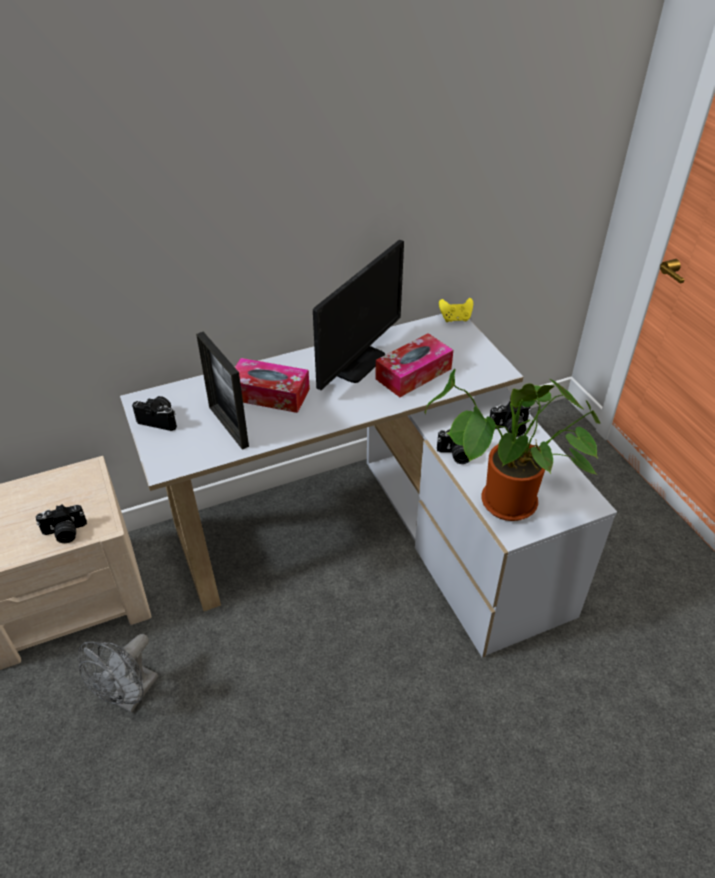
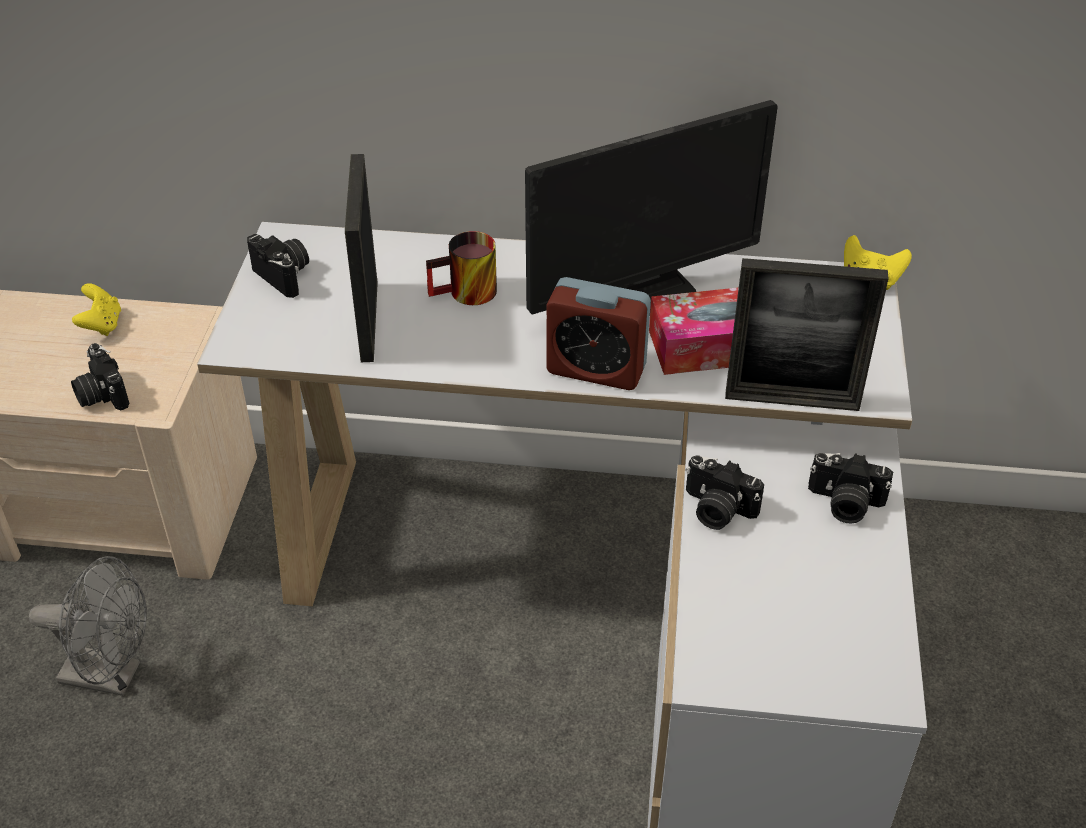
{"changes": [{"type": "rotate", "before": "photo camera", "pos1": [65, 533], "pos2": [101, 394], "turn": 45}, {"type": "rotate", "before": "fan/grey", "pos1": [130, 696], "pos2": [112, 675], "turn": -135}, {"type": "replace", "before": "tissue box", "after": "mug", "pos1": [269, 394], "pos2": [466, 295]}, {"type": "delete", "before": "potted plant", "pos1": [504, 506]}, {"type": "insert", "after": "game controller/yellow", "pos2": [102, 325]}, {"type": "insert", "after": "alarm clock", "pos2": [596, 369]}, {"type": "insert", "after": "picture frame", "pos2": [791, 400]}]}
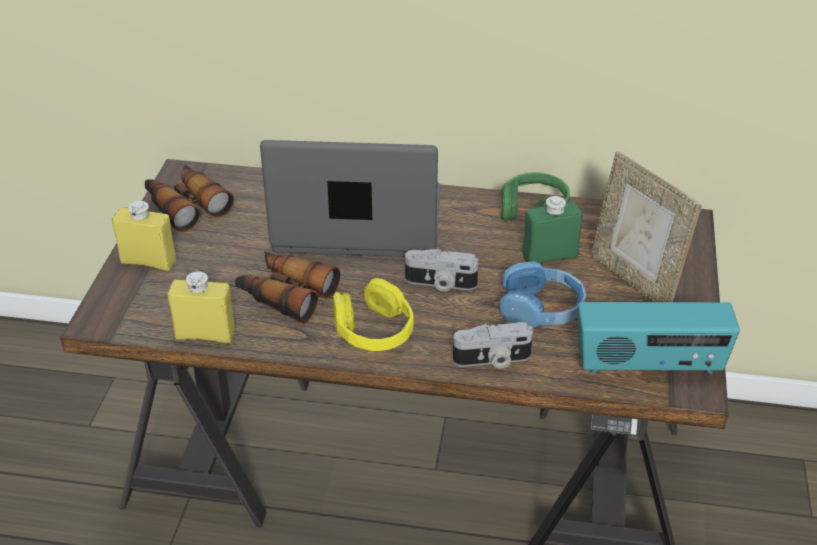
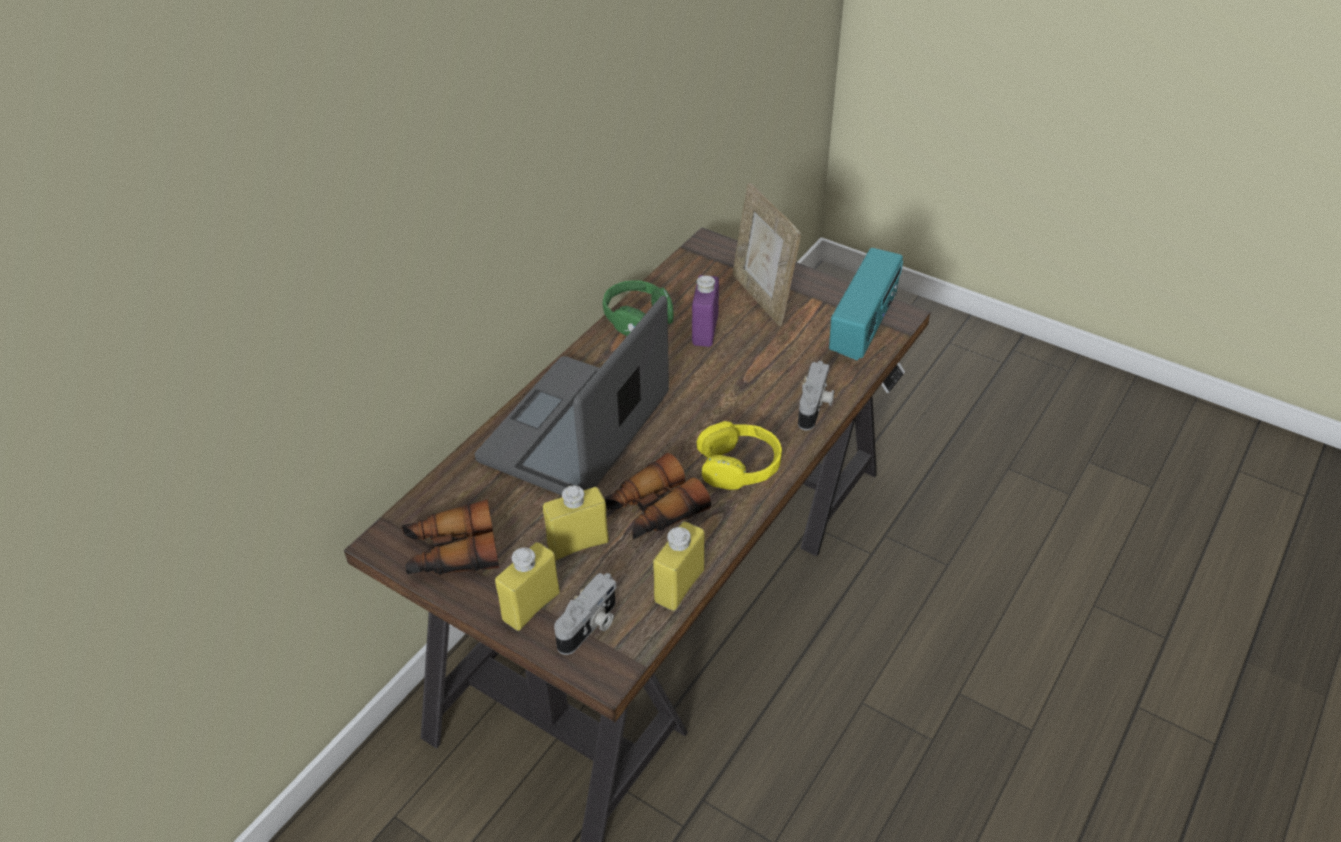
{"changes": [{"type": "move", "before": "photo camera", "pos1": [440, 284], "pos2": [590, 626]}, {"type": "delete", "before": "headphones/blue", "pos1": [541, 309]}, {"type": "recolor", "before": "bottle/green", "after": "bottle/purple", "pos1": [550, 257], "pos2": [705, 331]}, {"type": "rotate", "before": "picture frame", "pos1": [634, 280], "pos2": [762, 297], "turn": 75}, {"type": "insert", "after": "bottle/yellow", "pos2": [578, 544]}]}
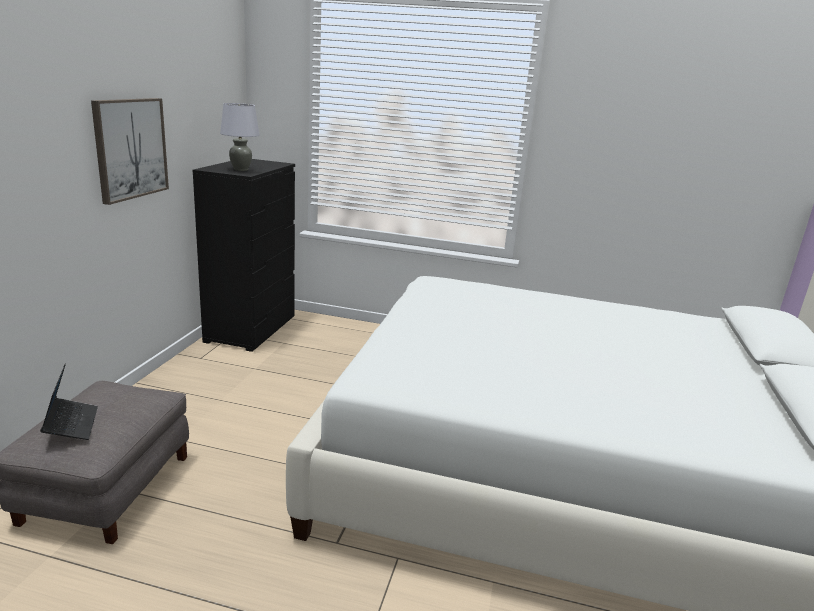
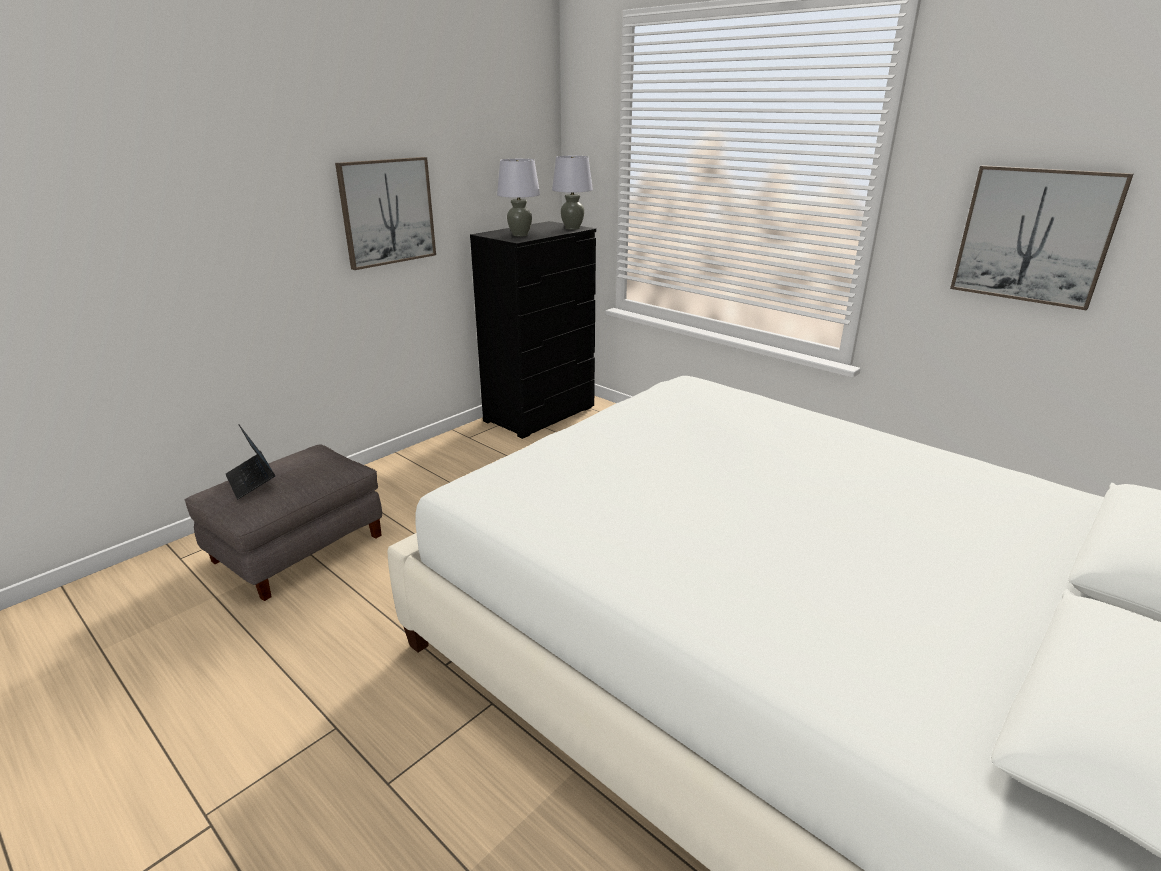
{"changes": [{"type": "rotate", "before": "laptop", "pos1": [71, 424], "pos2": [251, 481], "turn": 135}, {"type": "insert", "after": "table lamp/grey", "pos2": [572, 228]}, {"type": "insert", "after": "picture", "pos2": [1034, 235]}]}
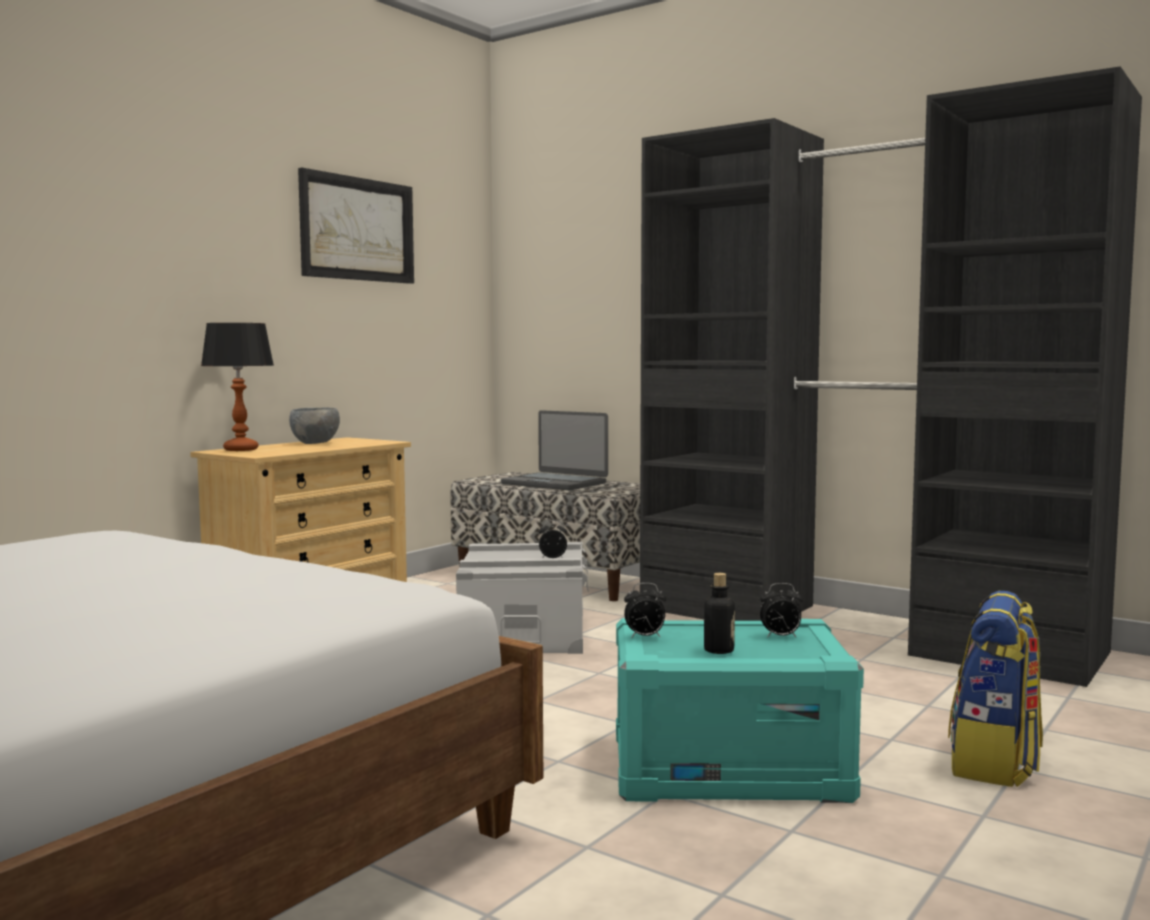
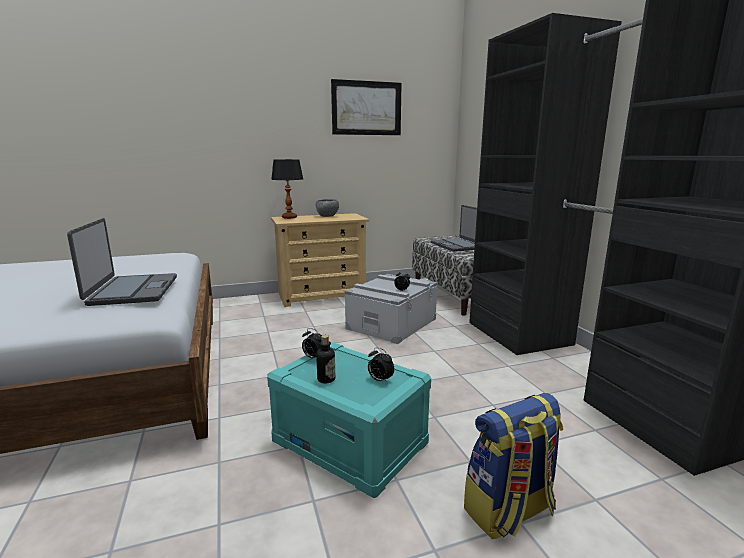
{"changes": [{"type": "insert", "after": "laptop", "pos2": [132, 291]}]}
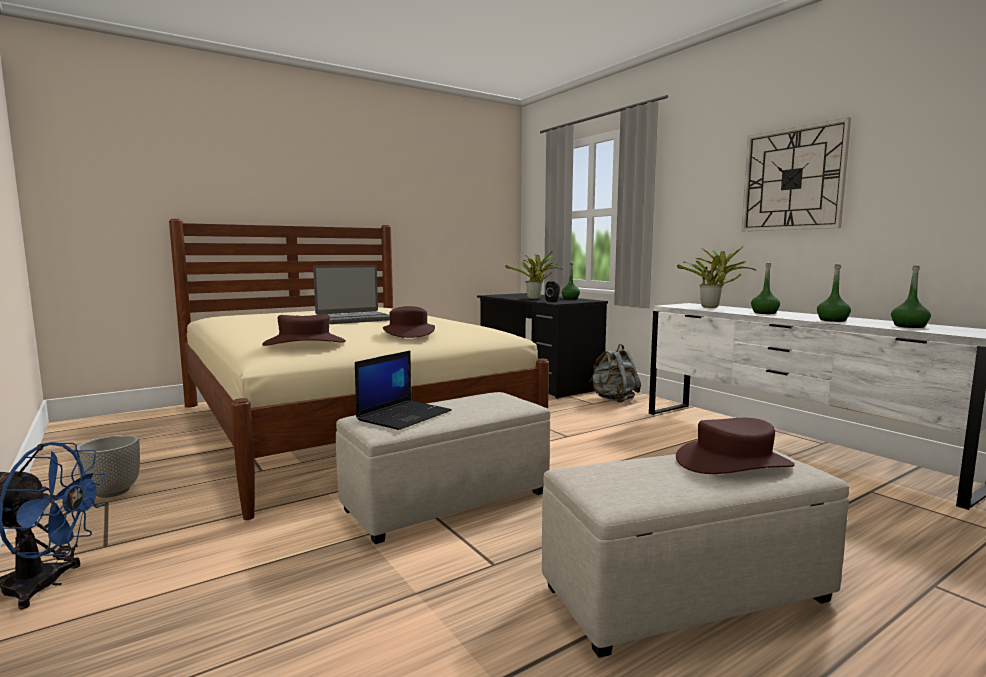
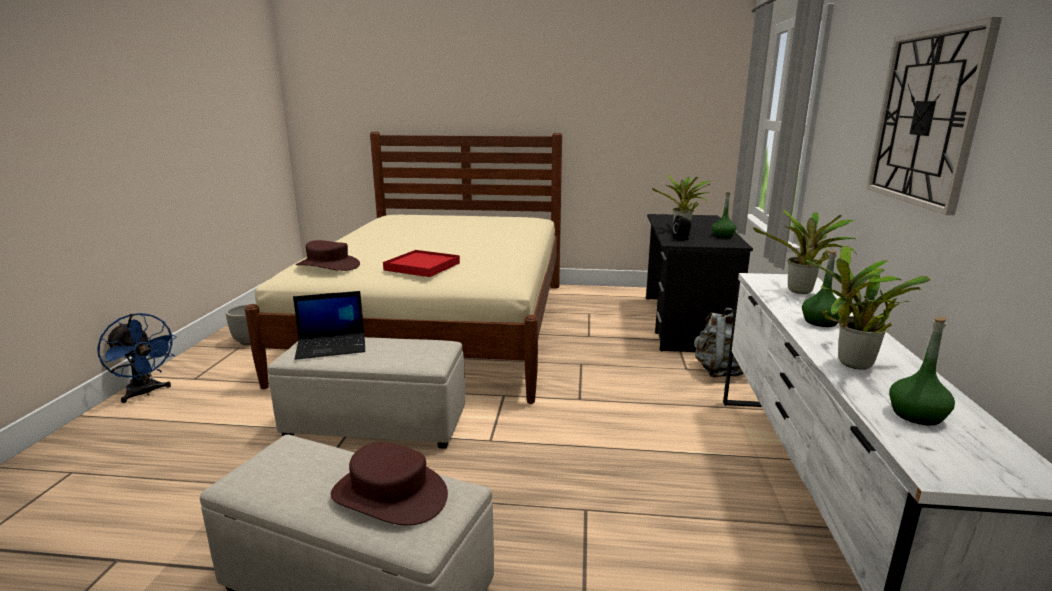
{"changes": [{"type": "delete", "before": "laptop", "pos1": [354, 319]}, {"type": "replace", "before": "hat/brown", "after": "tray/red", "pos1": [408, 333], "pos2": [422, 266]}, {"type": "replace", "before": "bottle/green", "after": "potted plant", "pos1": [832, 320], "pos2": [850, 364]}]}
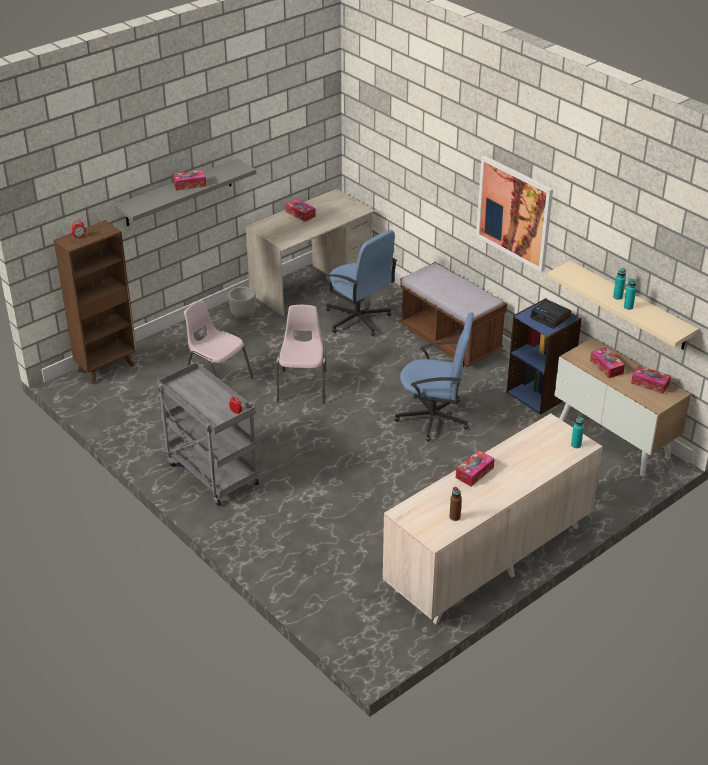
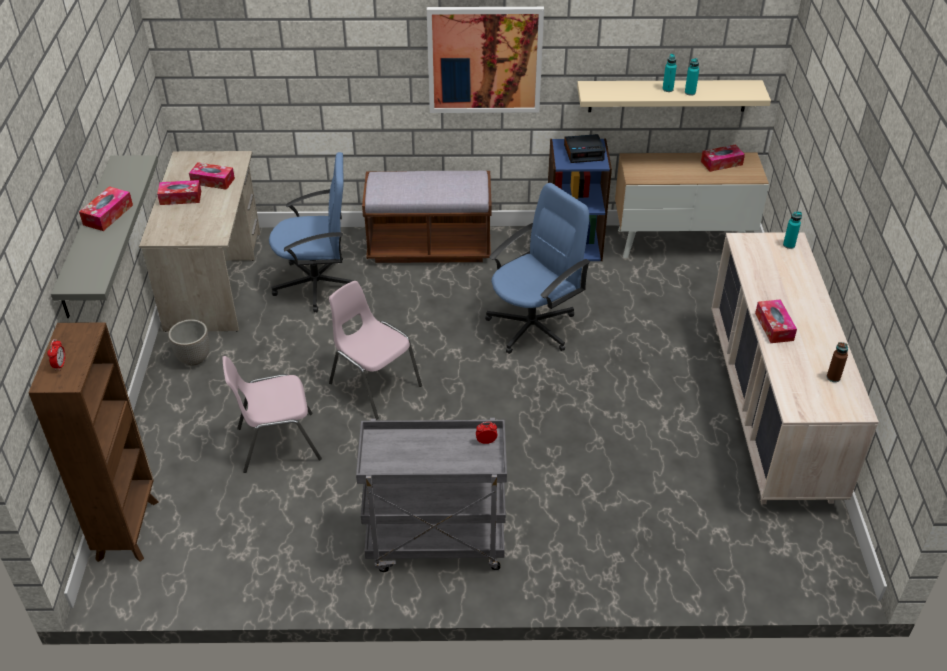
{"changes": [{"type": "move", "before": "tissue box", "pos1": [606, 367], "pos2": [213, 181]}]}
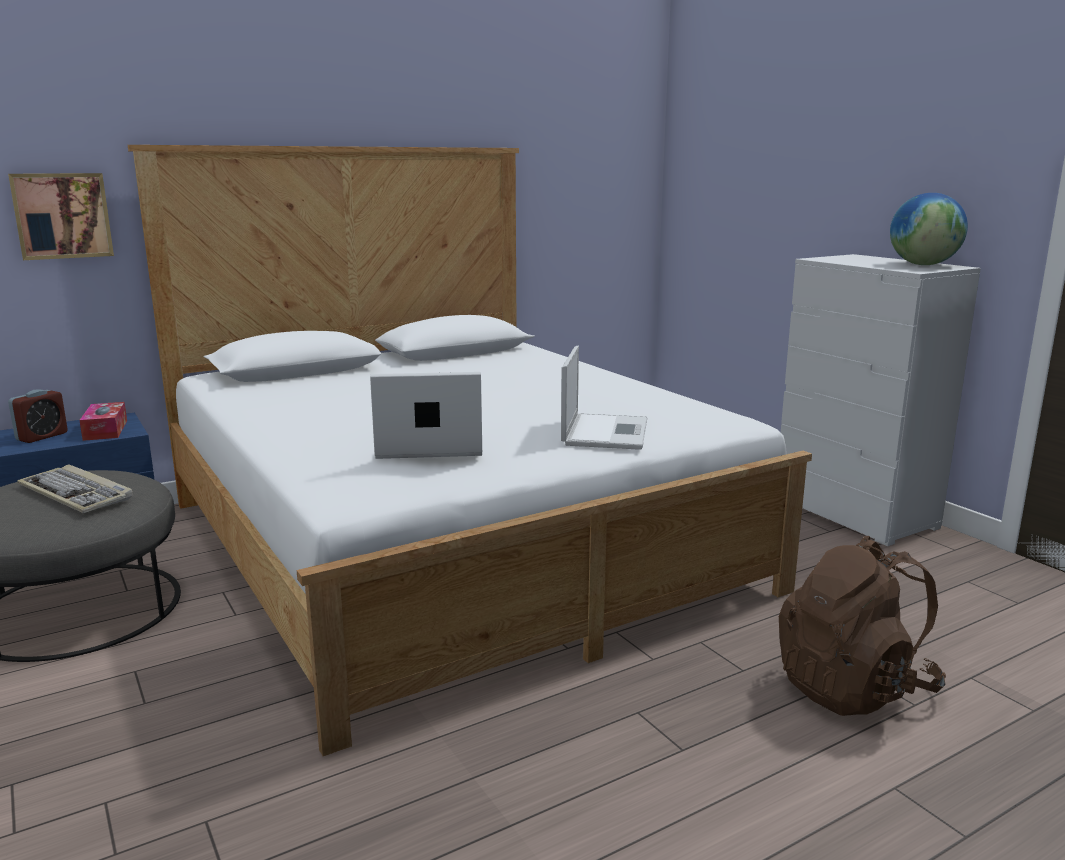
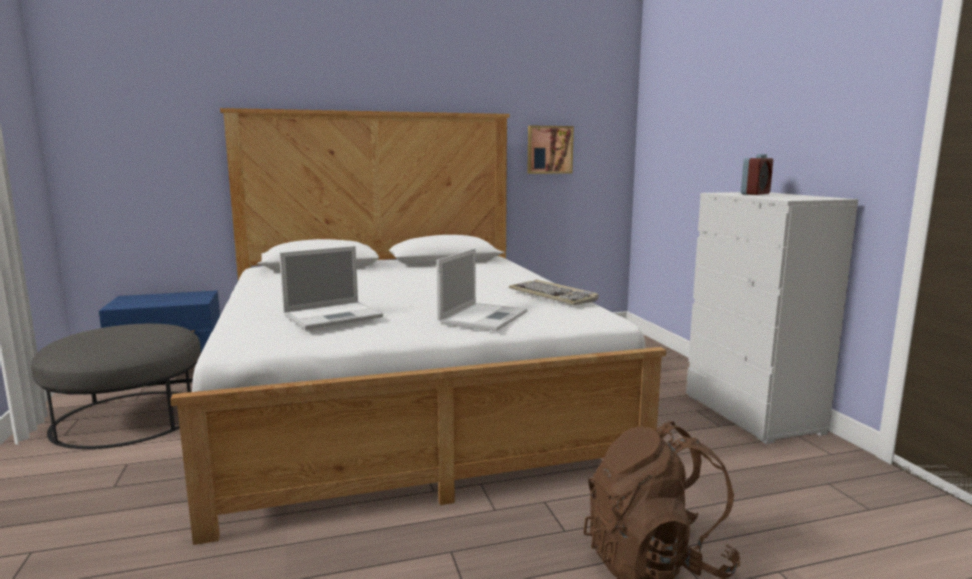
{"changes": [{"type": "move", "before": "picture", "pos1": [62, 215], "pos2": [549, 149]}, {"type": "move", "before": "alarm clock", "pos1": [42, 436], "pos2": [755, 193]}, {"type": "move", "before": "keyboard", "pos1": [77, 493], "pos2": [553, 296]}, {"type": "delete", "before": "tissue box", "pos1": [105, 430]}, {"type": "rotate", "before": "laptop", "pos1": [427, 445], "pos2": [334, 316], "turn": 135}, {"type": "delete", "before": "globe", "pos1": [923, 265]}]}
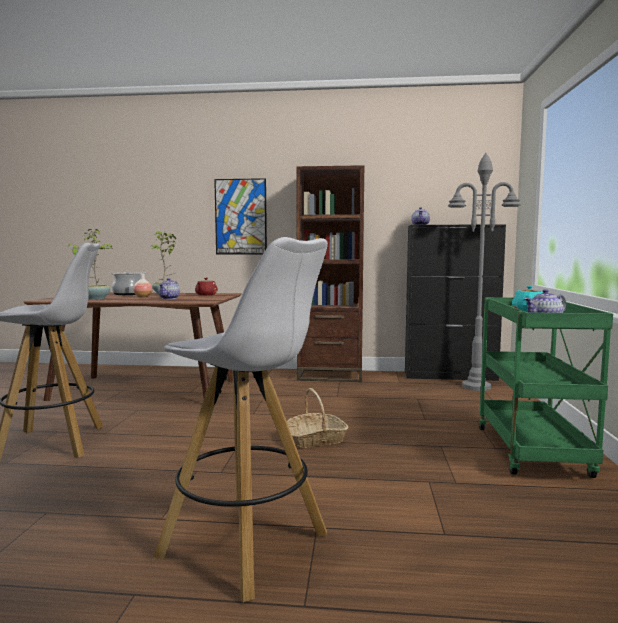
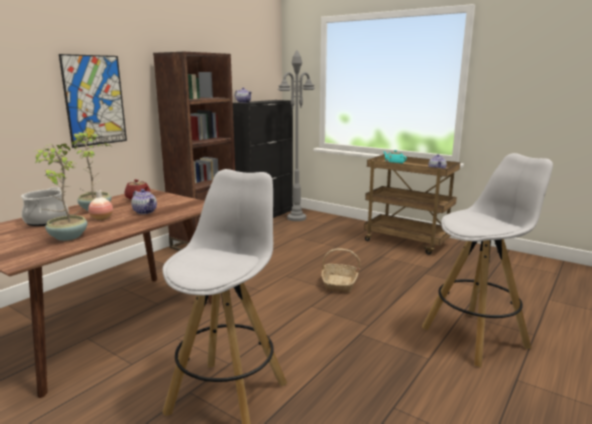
{"changes": [{"type": "recolor", "before": "cart/green", "after": "cart/brown", "pos1": [533, 453], "pos2": [407, 242]}]}
